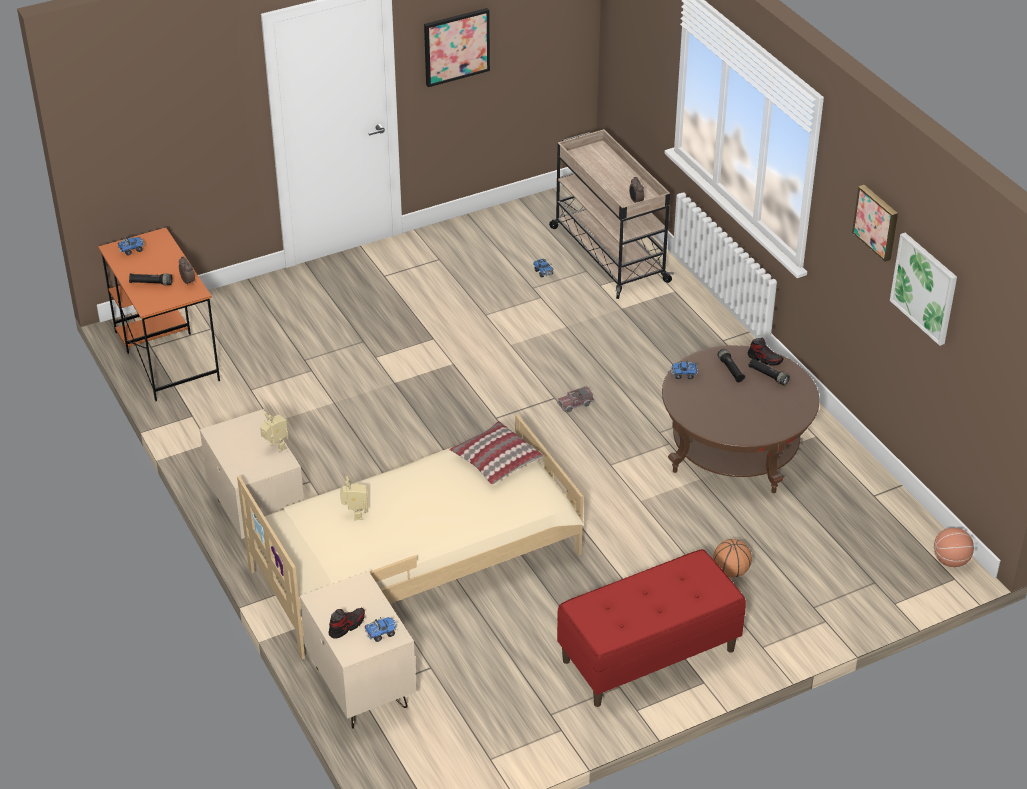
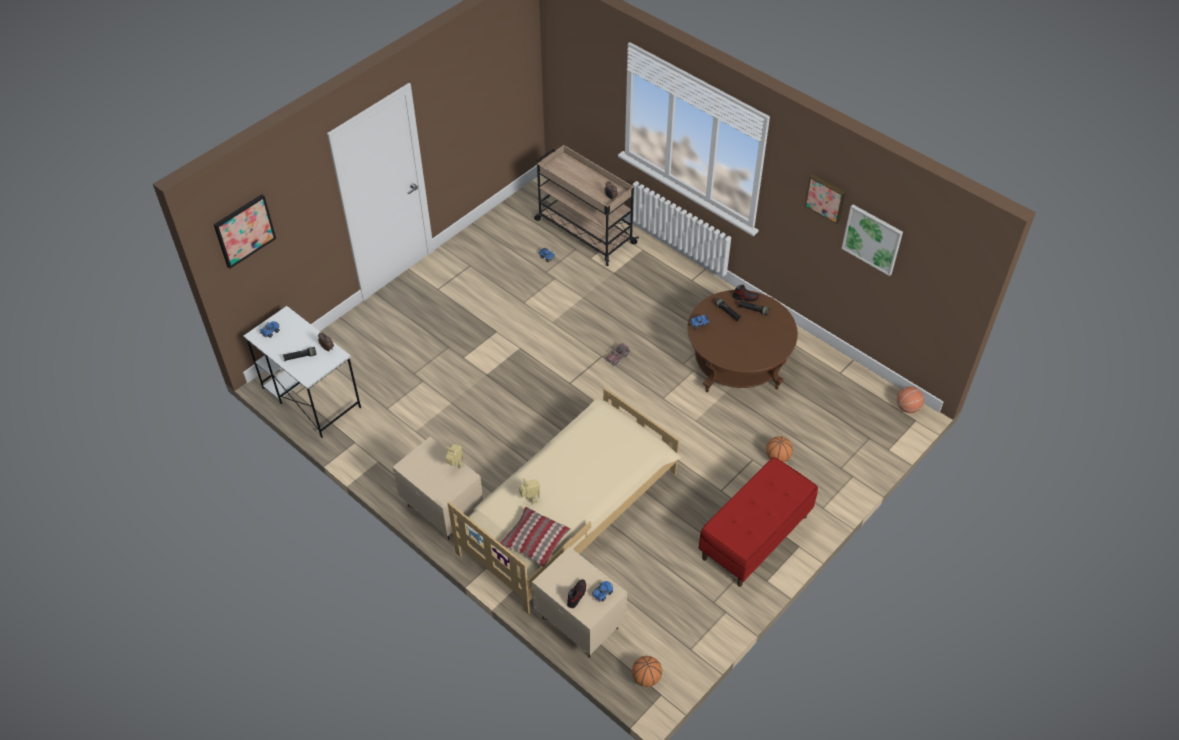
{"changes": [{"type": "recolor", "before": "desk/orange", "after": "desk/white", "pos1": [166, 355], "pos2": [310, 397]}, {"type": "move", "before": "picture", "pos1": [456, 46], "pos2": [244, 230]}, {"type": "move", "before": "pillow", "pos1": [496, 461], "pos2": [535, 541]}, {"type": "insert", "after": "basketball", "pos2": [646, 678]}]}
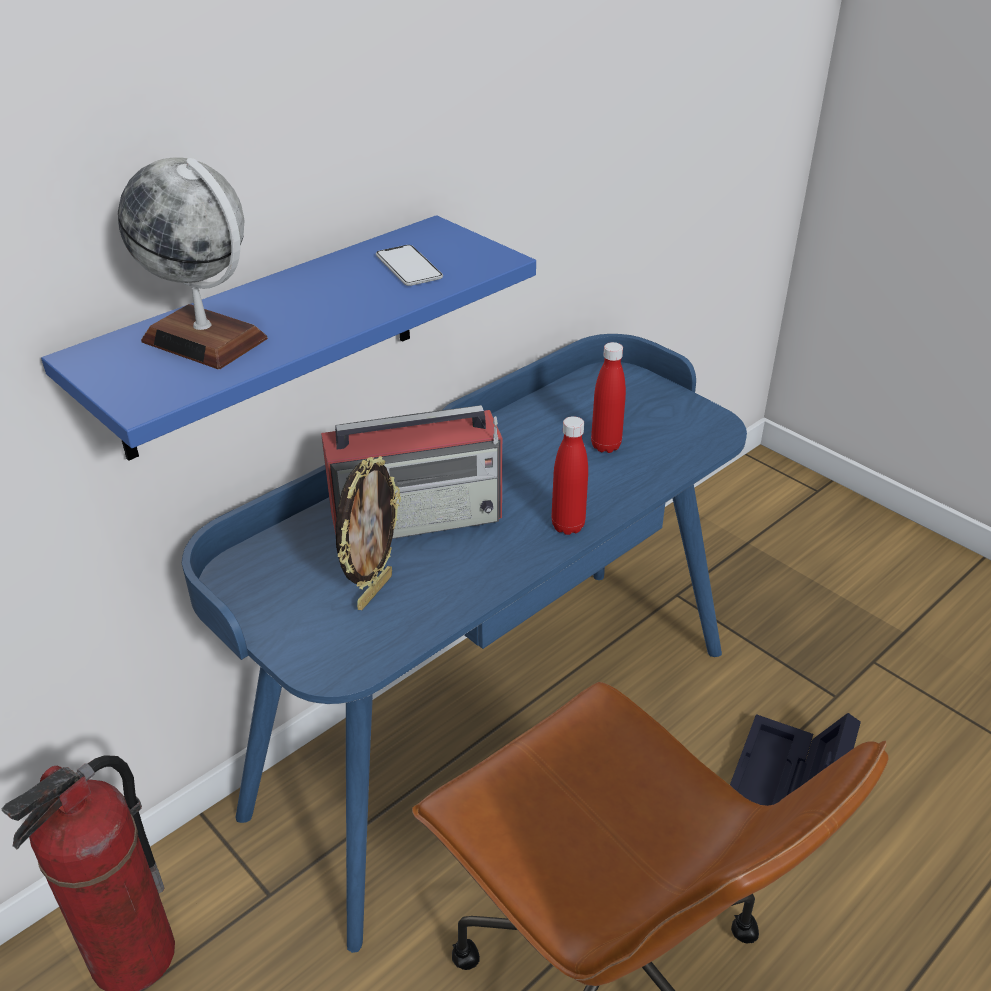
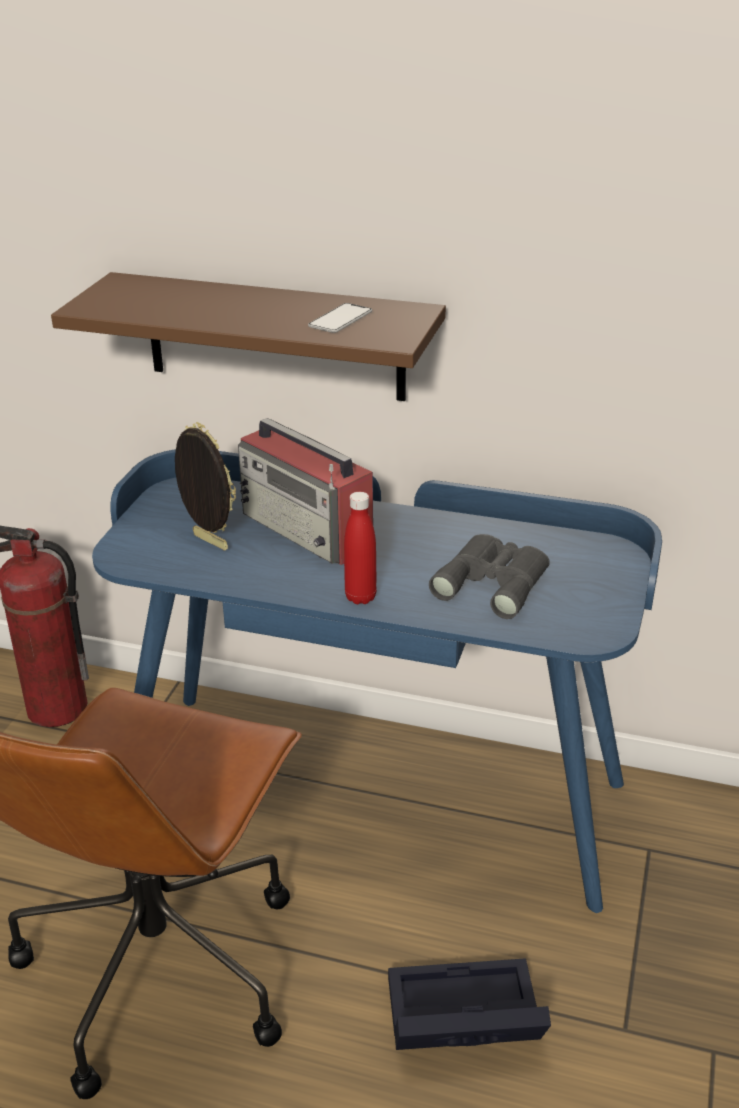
{"changes": [{"type": "recolor", "before": "shelf/blue", "after": "shelf/brown", "pos1": [270, 337], "pos2": [274, 337]}, {"type": "delete", "before": "globe", "pos1": [205, 340]}, {"type": "rotate", "before": "picture frame", "pos1": [373, 591], "pos2": [208, 542], "turn": -135}, {"type": "replace", "before": "bottle/red", "after": "binoculars/grey", "pos1": [605, 446], "pos2": [494, 582]}]}
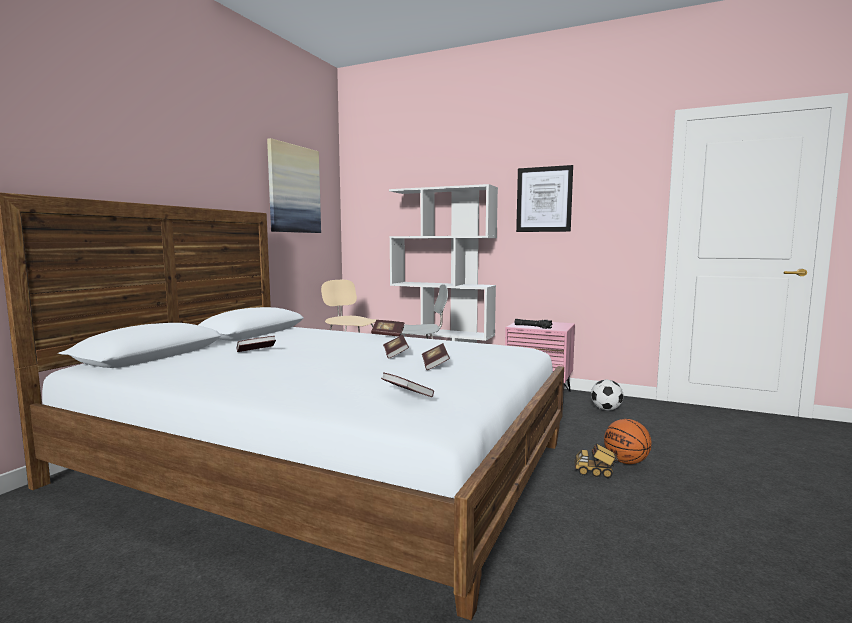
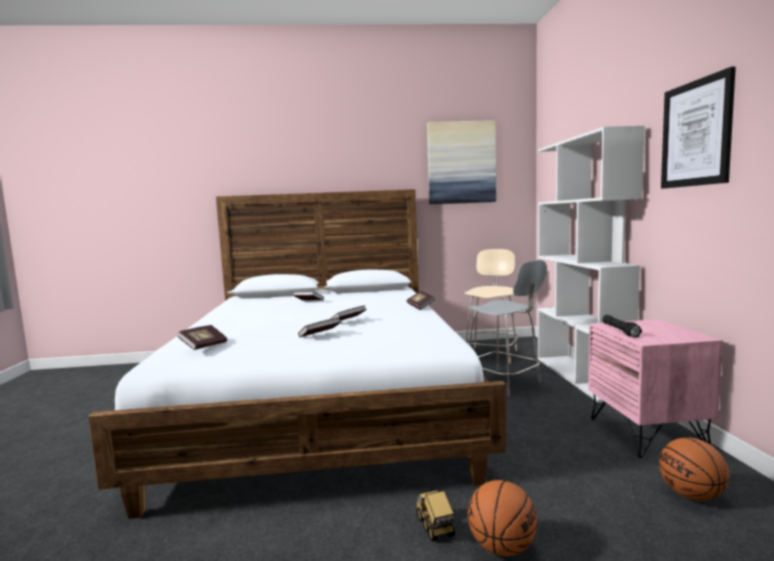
{"changes": [{"type": "replace", "before": "football", "after": "basketball", "pos1": [606, 409], "pos2": [691, 495]}]}
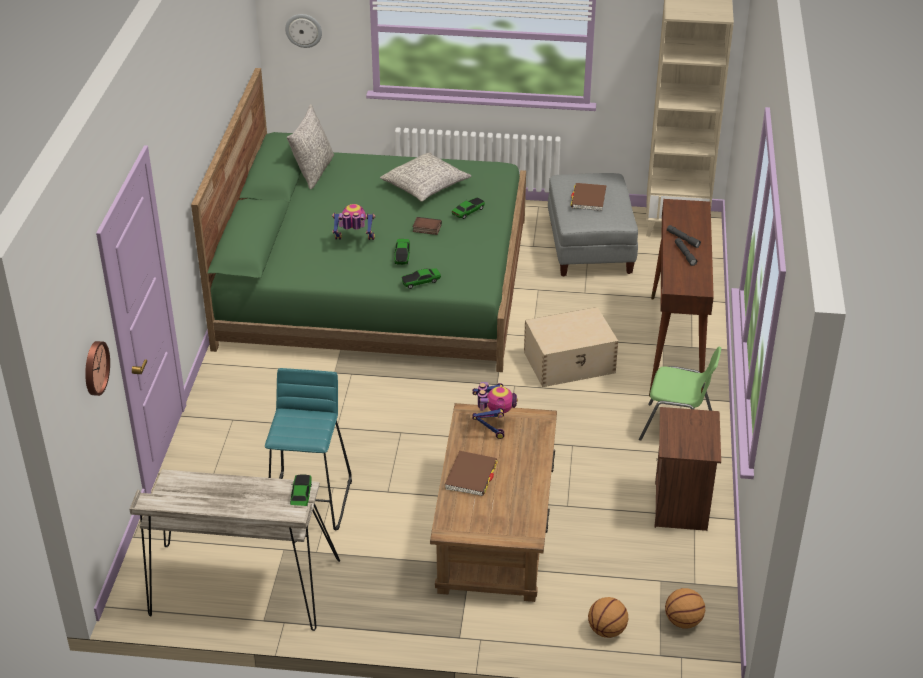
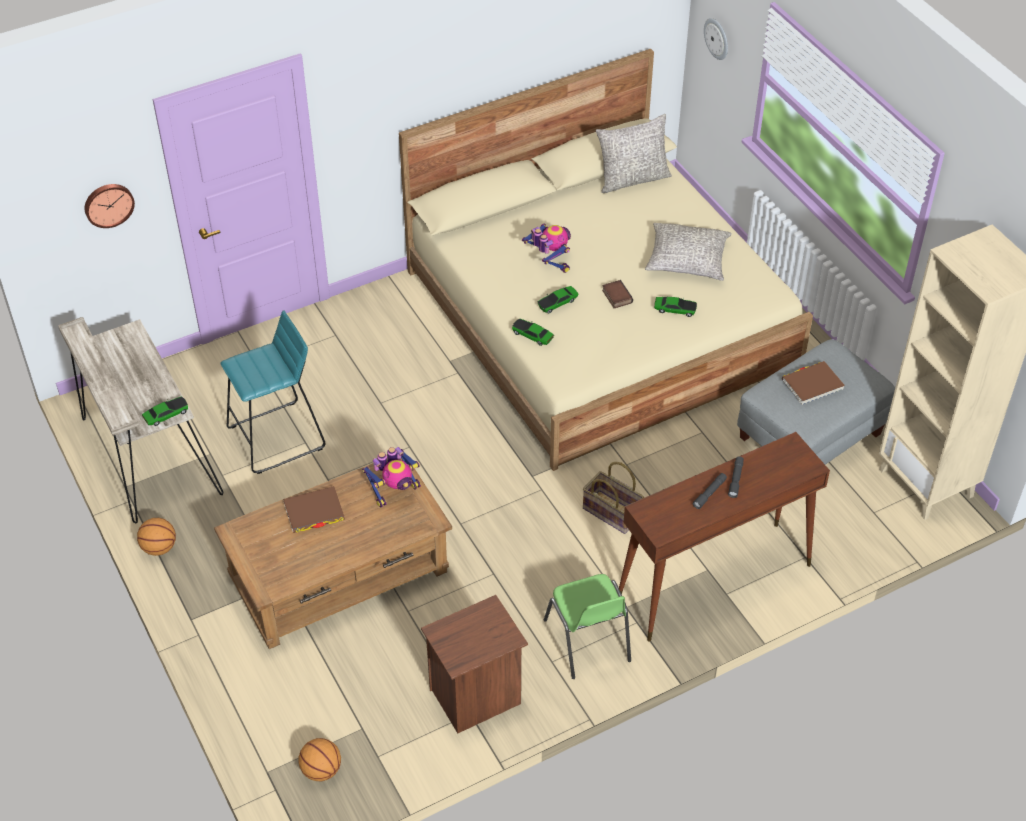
{"changes": [{"type": "recolor", "before": "bed/green", "after": "bed/beige", "pos1": [375, 282], "pos2": [600, 316]}, {"type": "replace", "before": "storage box/beige", "after": "basket", "pos1": [570, 362], "pos2": [612, 512]}, {"type": "move", "before": "basketball", "pos1": [607, 631], "pos2": [159, 548]}]}
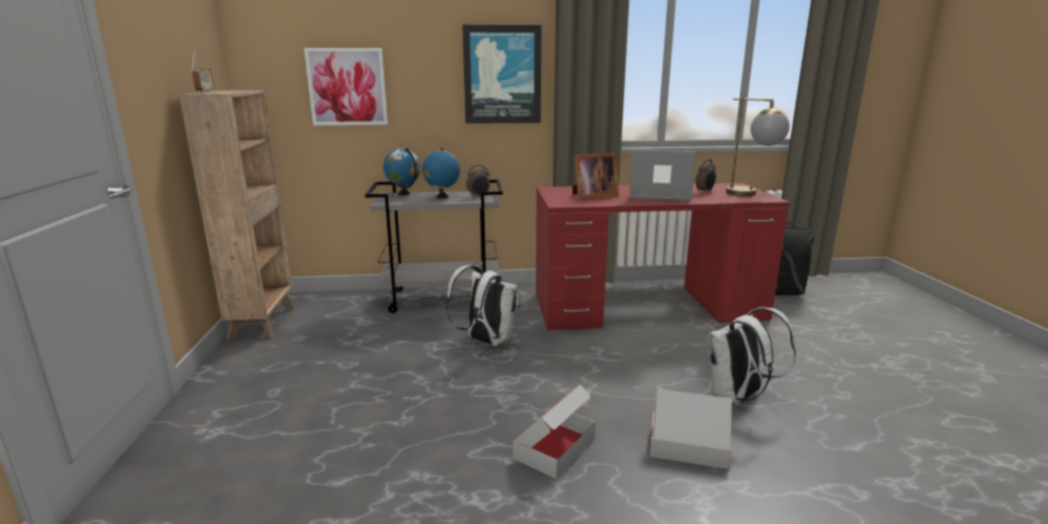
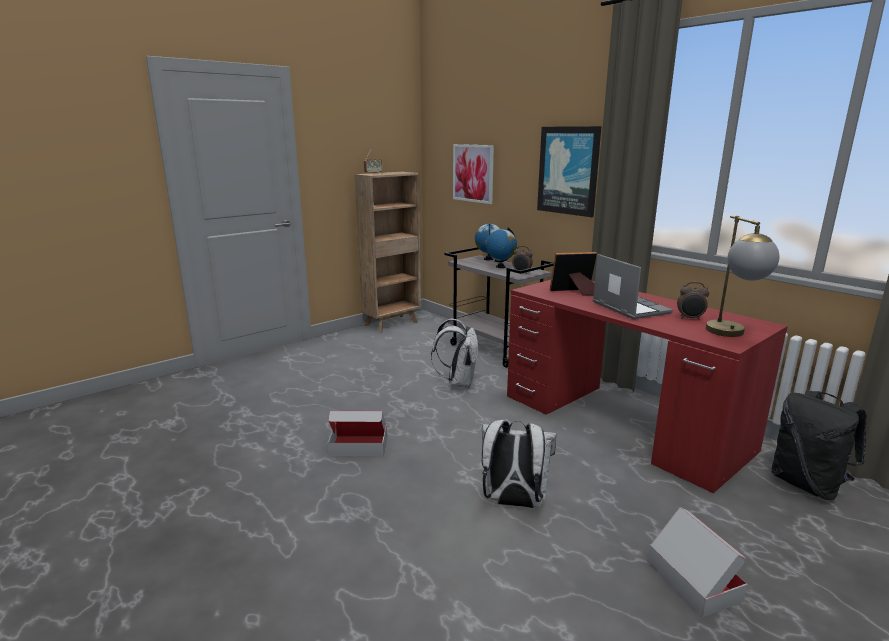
{"changes": [{"type": "rotate", "before": "picture frame", "pos1": [592, 196], "pos2": [574, 292], "turn": 135}, {"type": "move", "before": "cardboard box", "pos1": [688, 447], "pos2": [692, 580]}]}
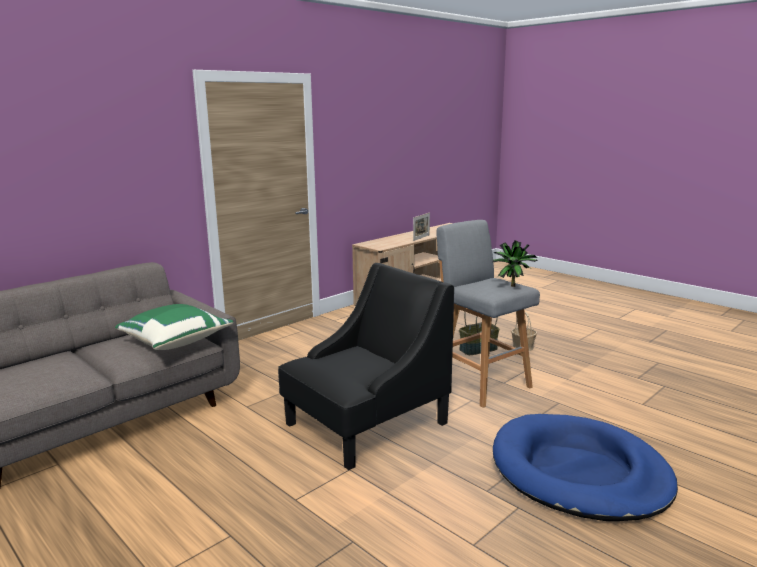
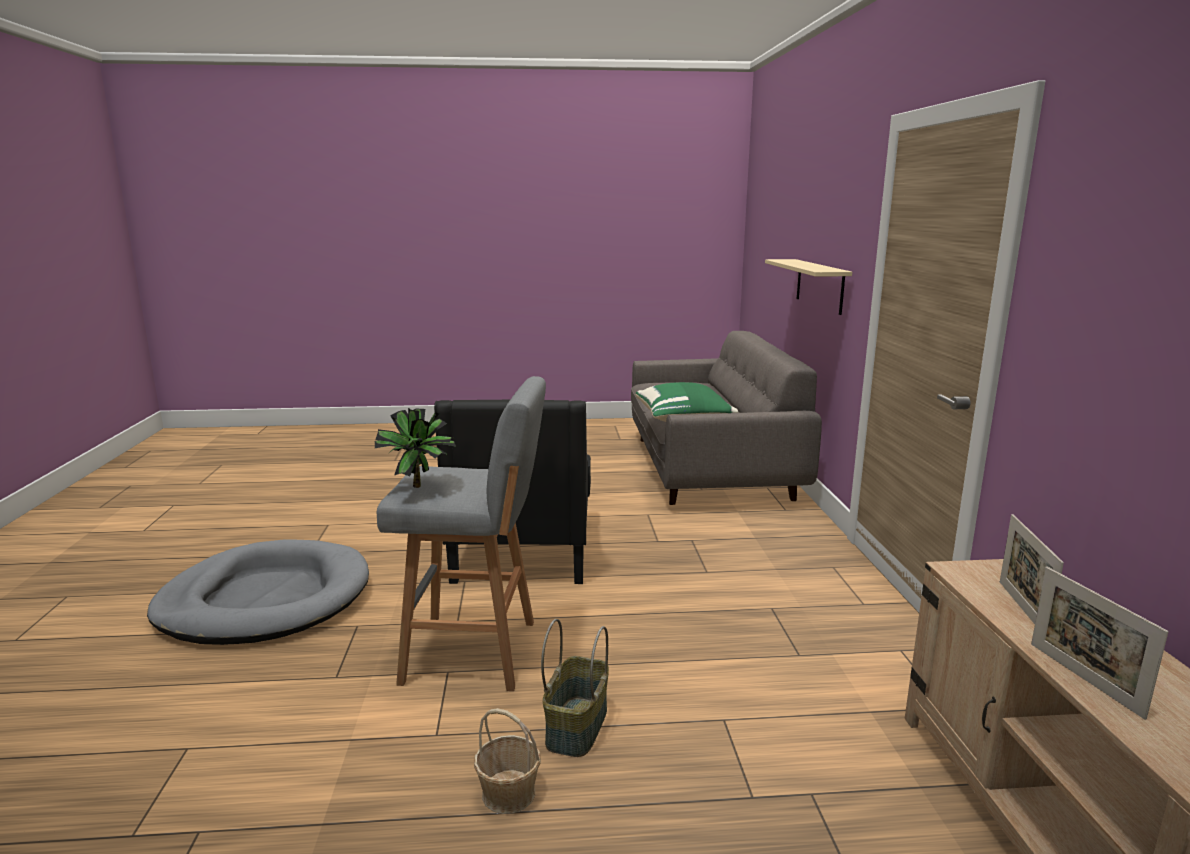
{"changes": [{"type": "recolor", "before": "dog bed/blue", "after": "dog bed/grey", "pos1": [579, 472], "pos2": [265, 600]}, {"type": "insert", "after": "shelf/beige", "pos2": [819, 285]}, {"type": "insert", "after": "picture frame", "pos2": [1022, 608]}]}
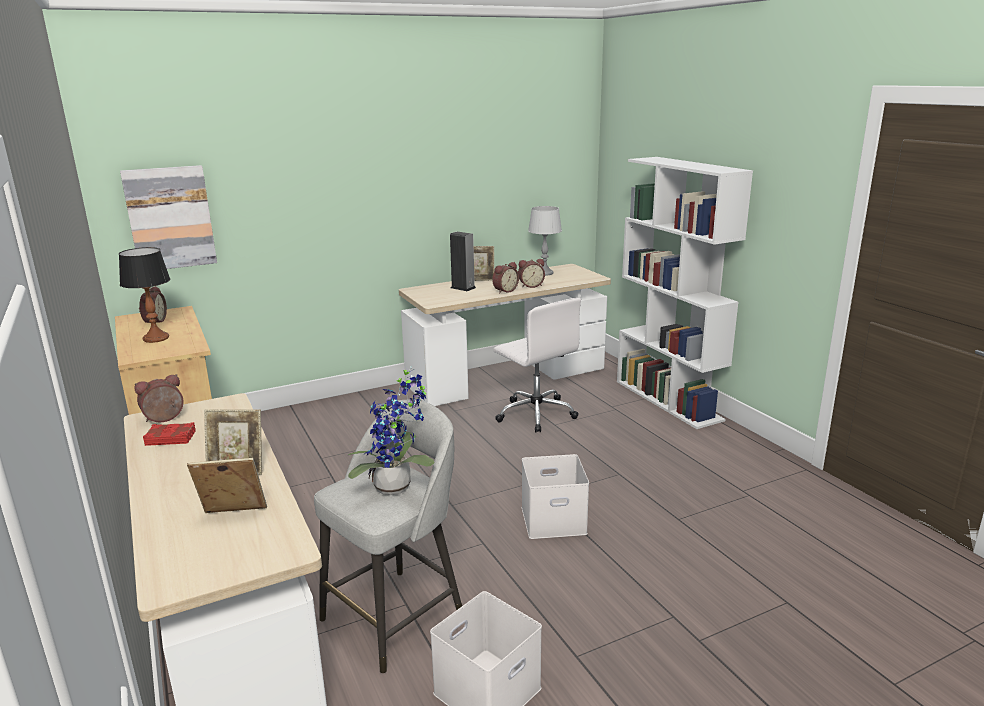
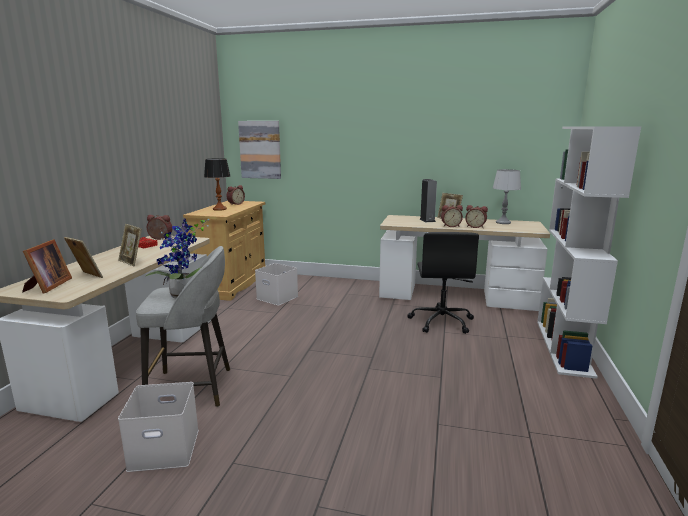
{"changes": [{"type": "recolor", "before": "office chair/white", "after": "office chair/black", "pos1": [535, 413], "pos2": [441, 321]}, {"type": "move", "before": "storage box/white", "pos1": [554, 519], "pos2": [278, 297]}, {"type": "insert", "after": "picture frame", "pos2": [47, 286]}]}
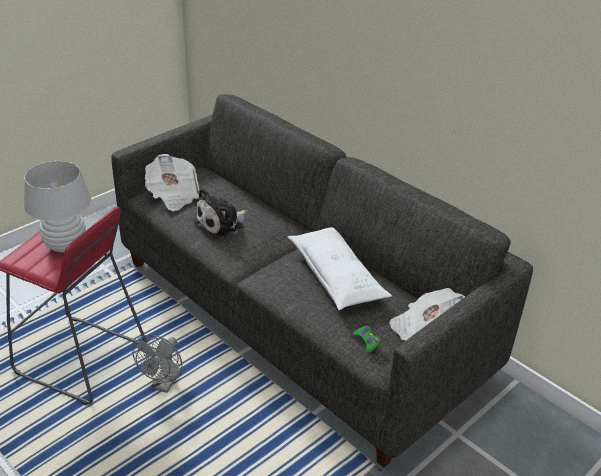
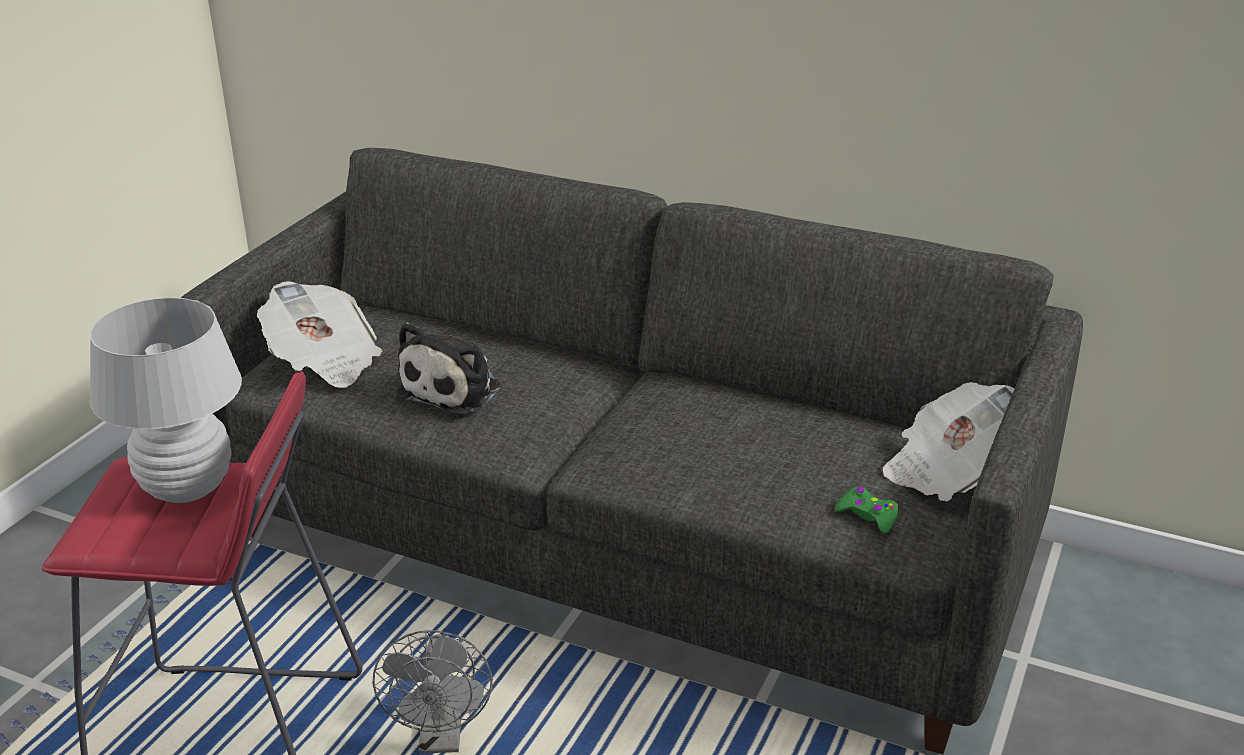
{"changes": [{"type": "delete", "before": "pillow/white", "pos1": [336, 276]}]}
